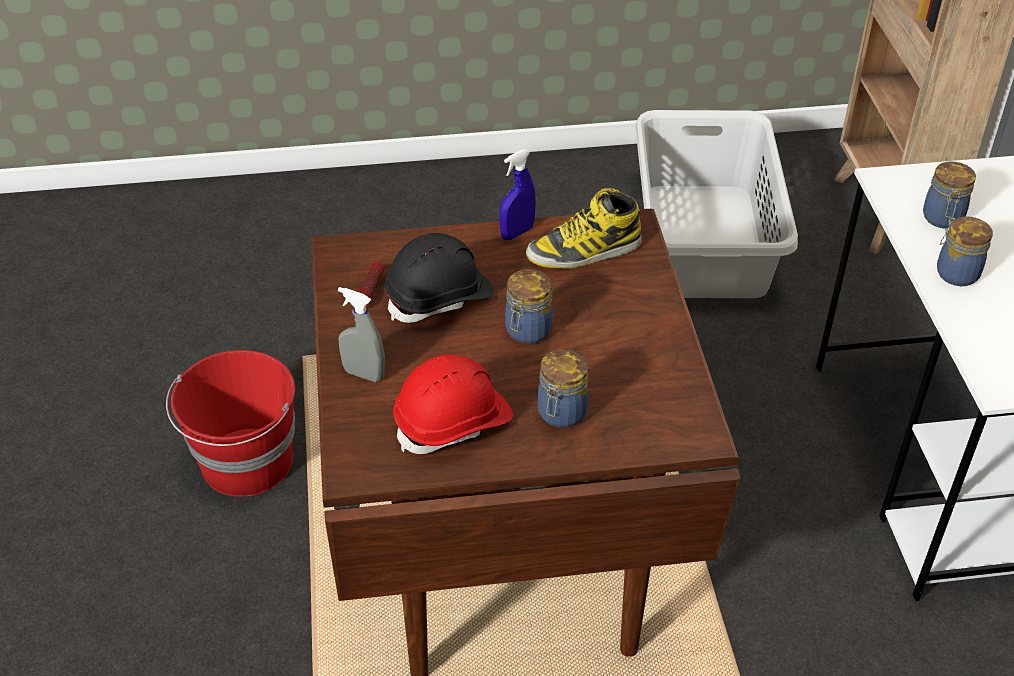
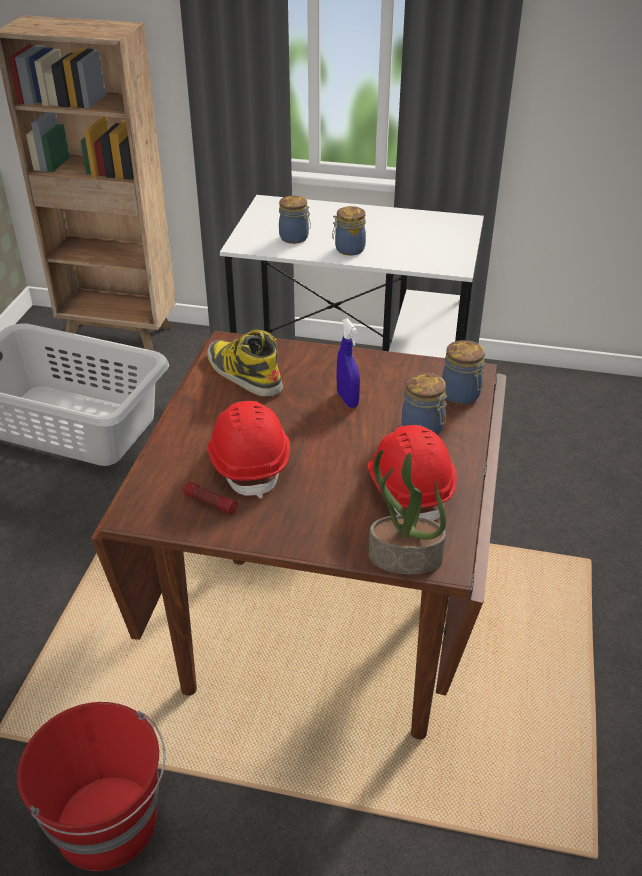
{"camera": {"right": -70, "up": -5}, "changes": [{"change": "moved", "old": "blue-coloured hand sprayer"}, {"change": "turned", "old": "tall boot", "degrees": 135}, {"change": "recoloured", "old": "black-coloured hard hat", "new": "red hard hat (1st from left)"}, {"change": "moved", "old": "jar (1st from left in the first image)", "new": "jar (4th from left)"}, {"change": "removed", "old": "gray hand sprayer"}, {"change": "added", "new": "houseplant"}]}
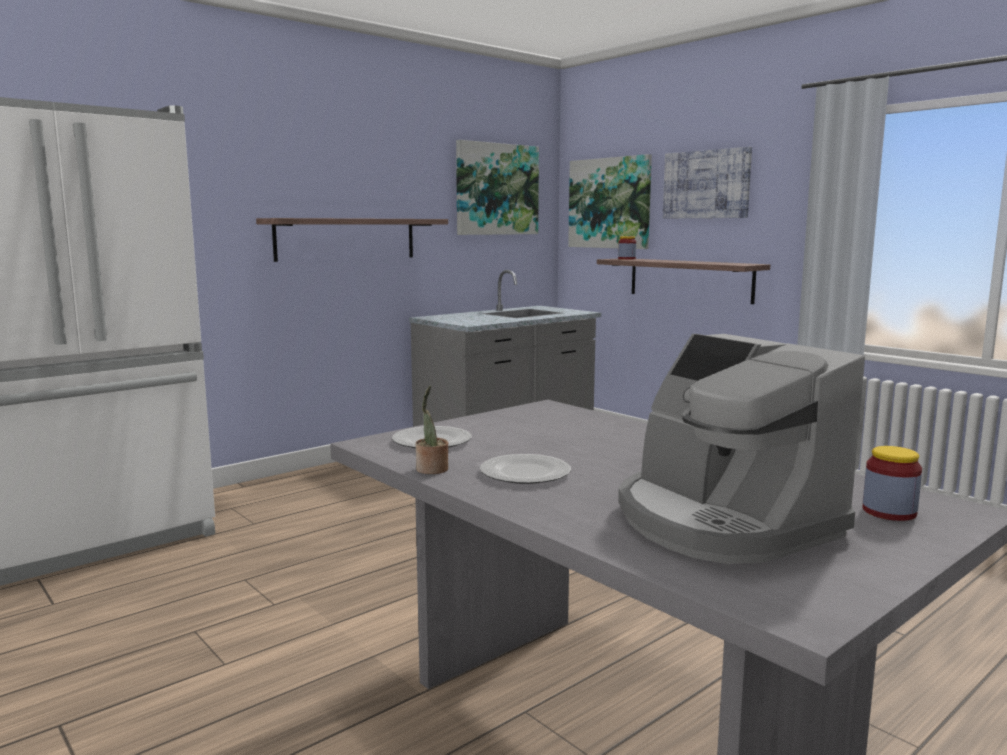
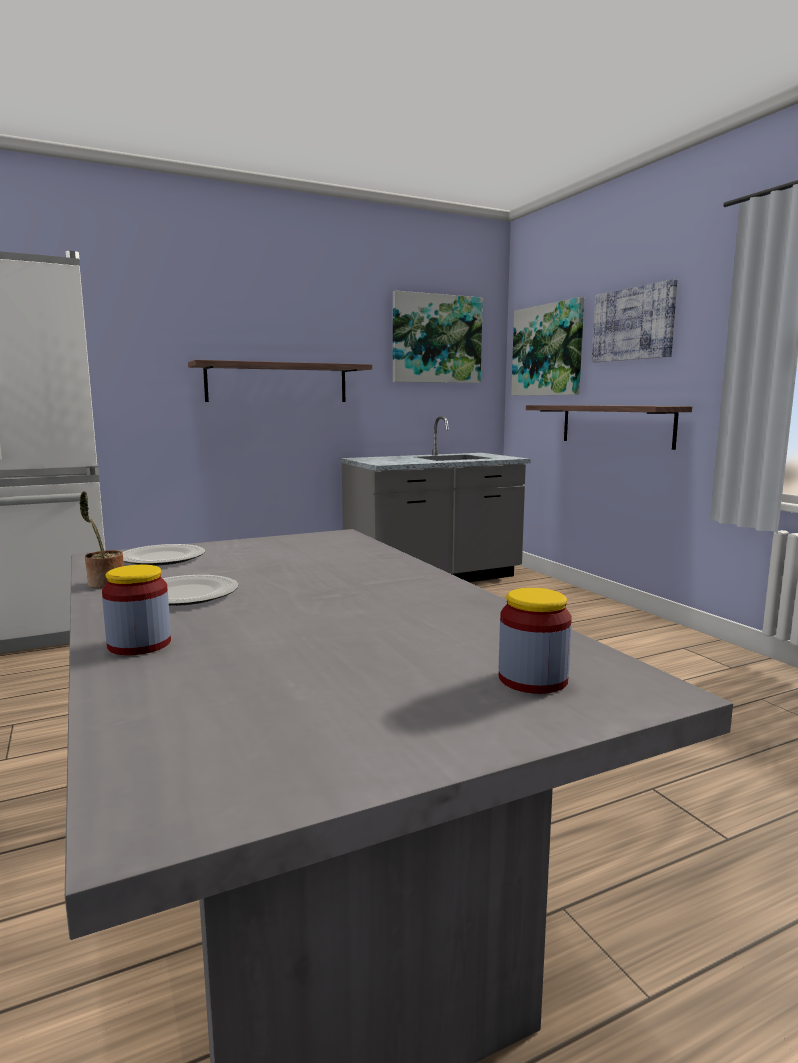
{"camera": {"right": 15, "up": 0}, "changes": [{"change": "moved", "old": "jar (1st from left)"}, {"change": "removed", "old": "coffee maker"}]}
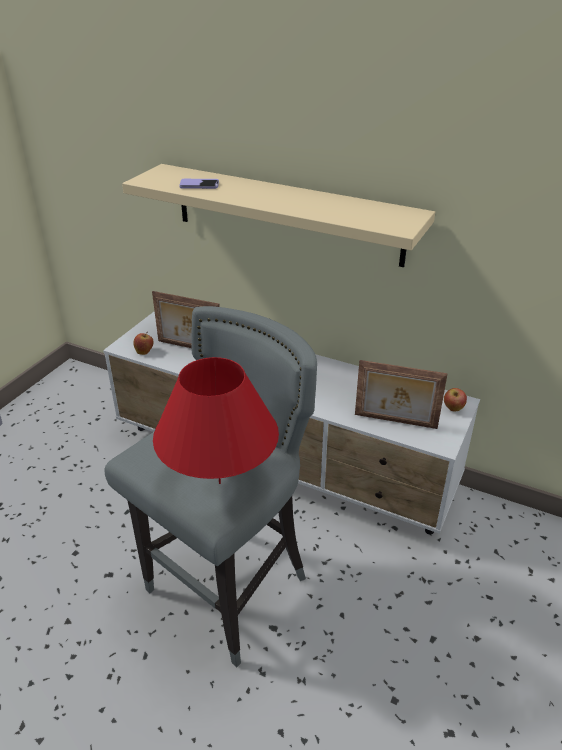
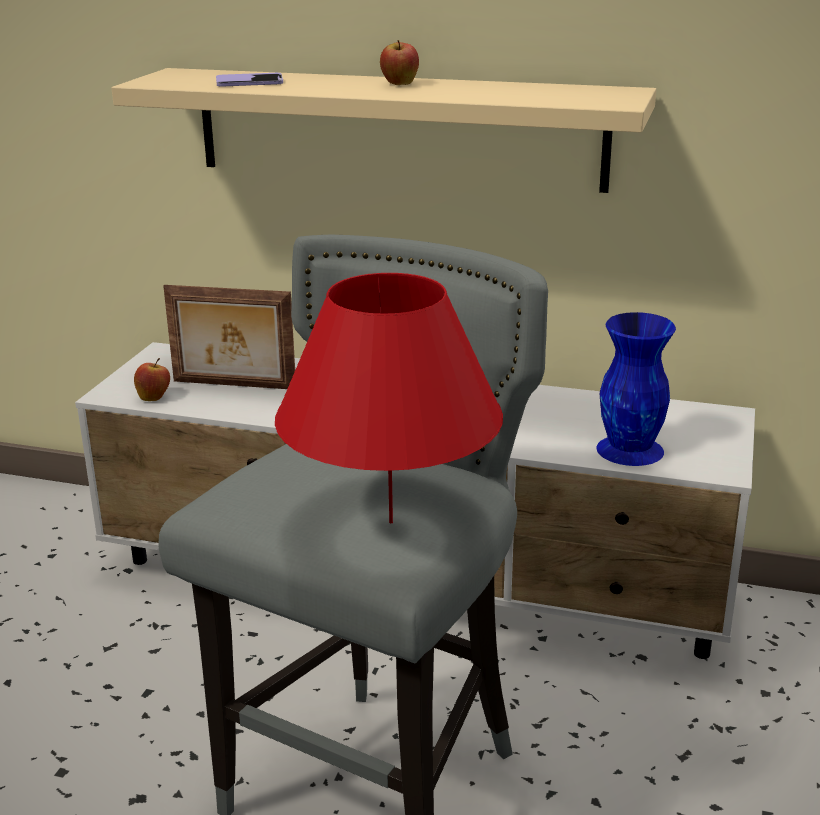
{"camera": {"right": -10, "up": -10}, "changes": [{"change": "replaced", "old": "photo frame (2nd from left)", "new": "blue-coloured vase"}, {"change": "moved", "old": "whole apple (2nd from left)"}]}
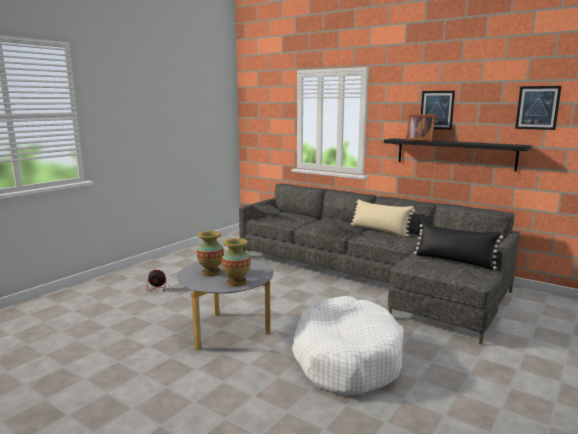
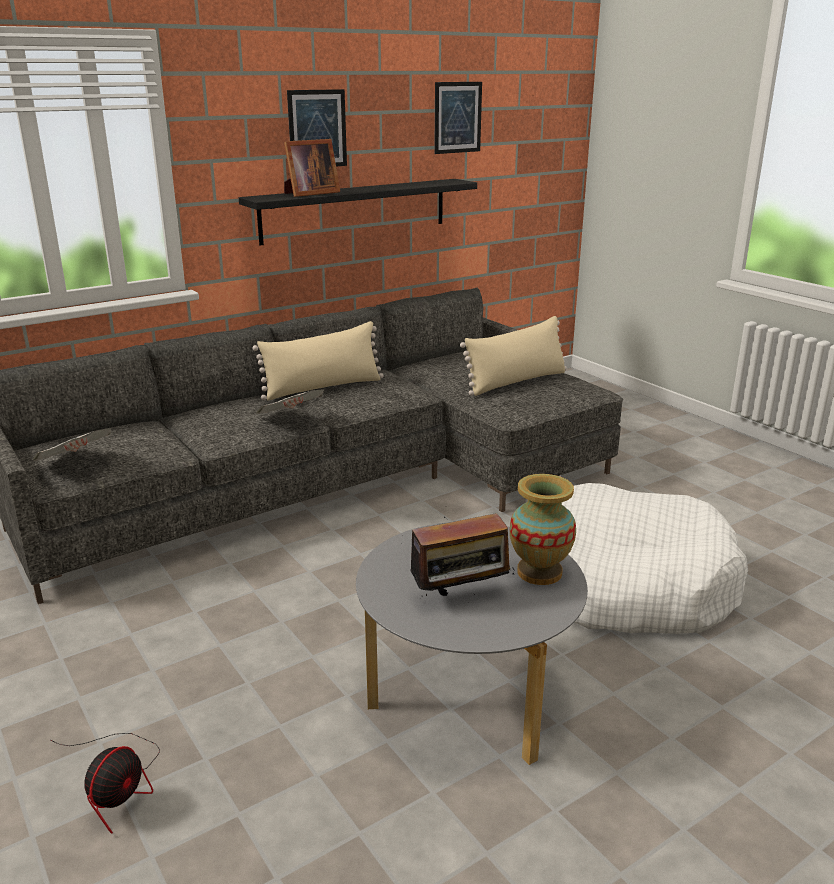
{"camera": {"right": -70, "up": 10}, "changes": [{"change": "recoloured", "old": "black-coloured pillow", "new": "sand-coloured pillow (2nd from left)"}, {"change": "replaced", "old": "vase (1st from left)", "new": "radio set"}]}
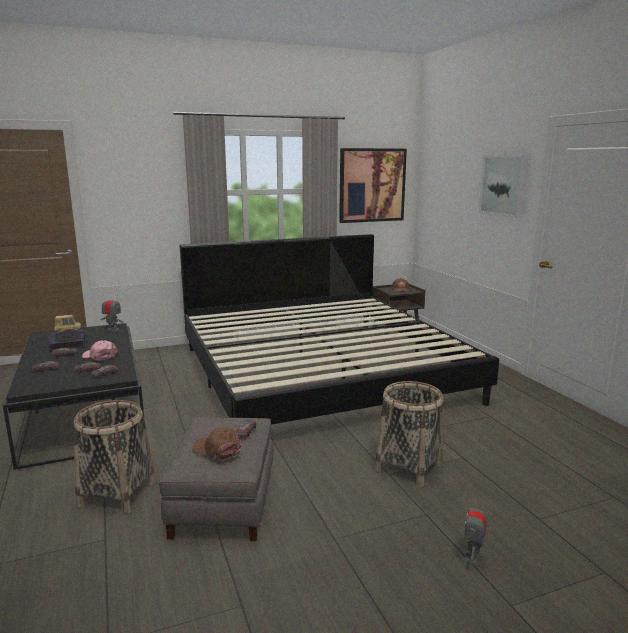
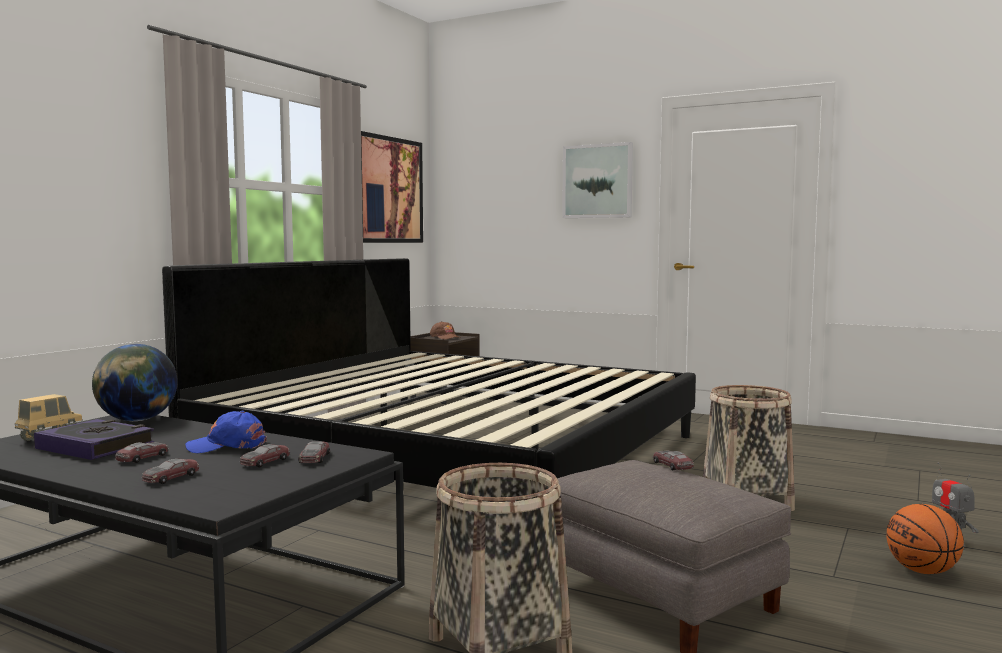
{"camera": {"right": -40, "up": -10}, "changes": [{"change": "replaced", "old": "toy robot (1st from left)", "new": "globe"}, {"change": "recoloured", "old": "pink-coloured cap", "new": "blue-coloured cap"}, {"change": "removed", "old": "brownish cap (1st from left)"}, {"change": "added", "new": "basketball ball"}]}
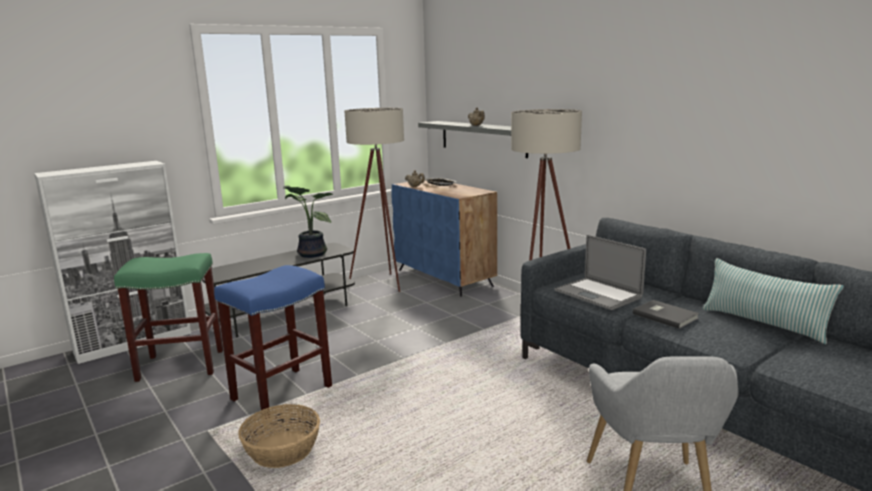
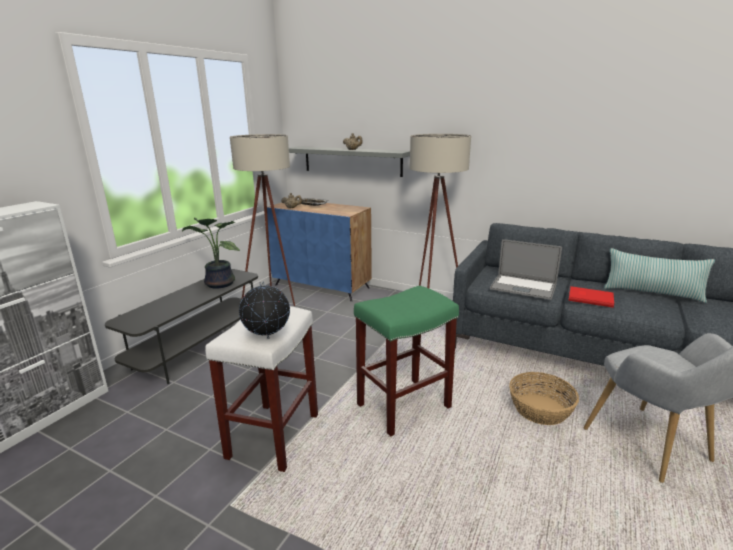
{"camera": {"right": -25, "up": 5}, "changes": [{"change": "moved", "old": "green-coloured sitting stool"}, {"change": "recoloured", "old": "blue-coloured sitting stool", "new": "white sitting stool"}, {"change": "recoloured", "old": "gray book", "new": "red book"}, {"change": "moved", "old": "basket"}, {"change": "added", "new": "globe"}]}
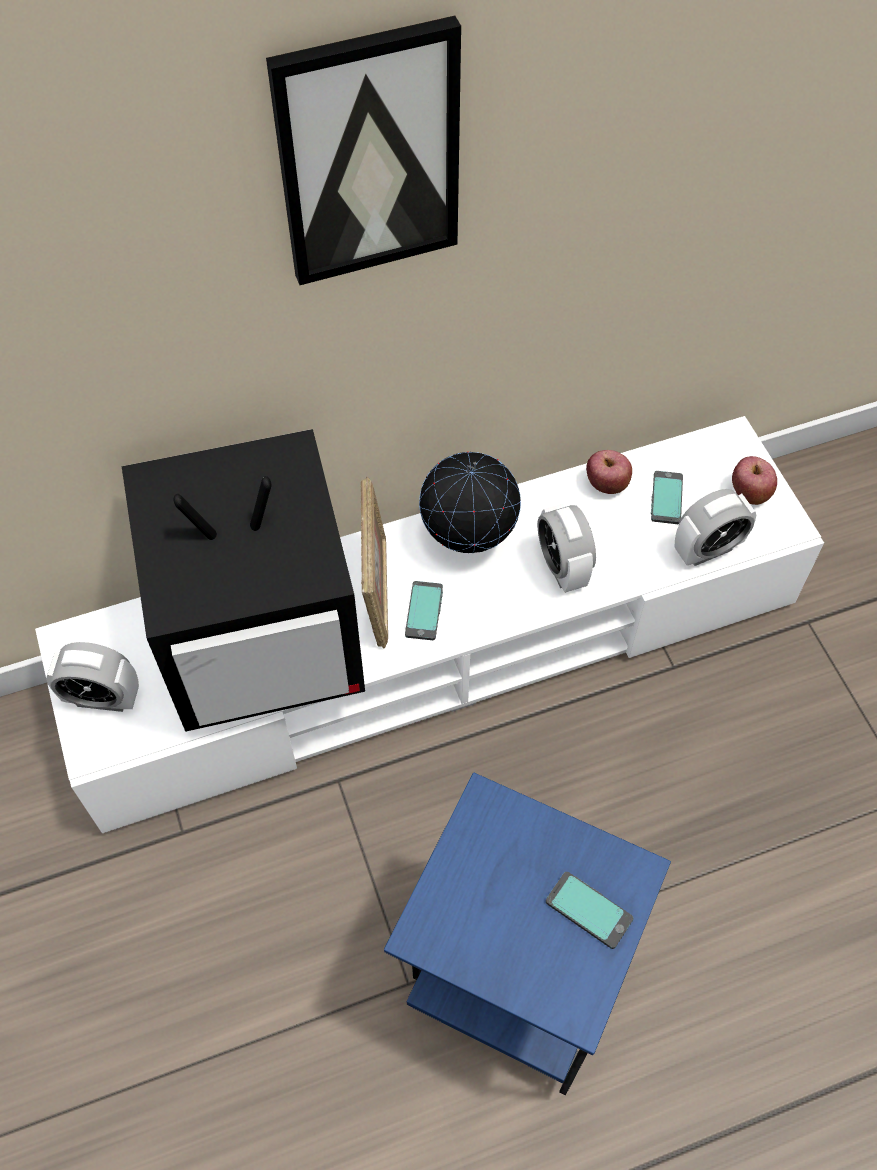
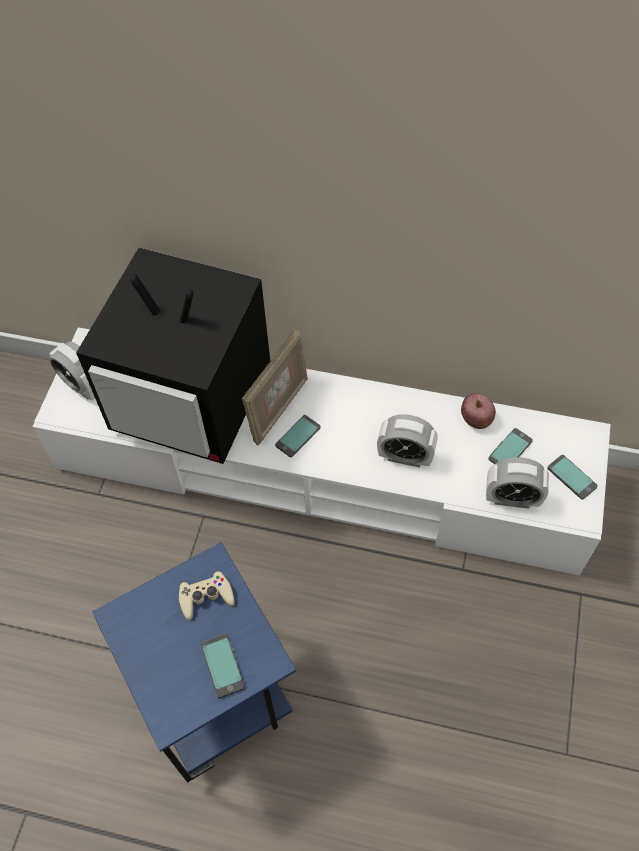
{"camera": {"right": 35, "up": 0}, "changes": [{"change": "removed", "old": "wall picture"}, {"change": "removed", "old": "globe"}, {"change": "replaced", "old": "whole apple (2nd from left)", "new": "telephone (4th from left)"}, {"change": "turned", "old": "bedside clock (2nd from left)", "degrees": -90}, {"change": "added", "new": "sand-coloured game controller"}]}
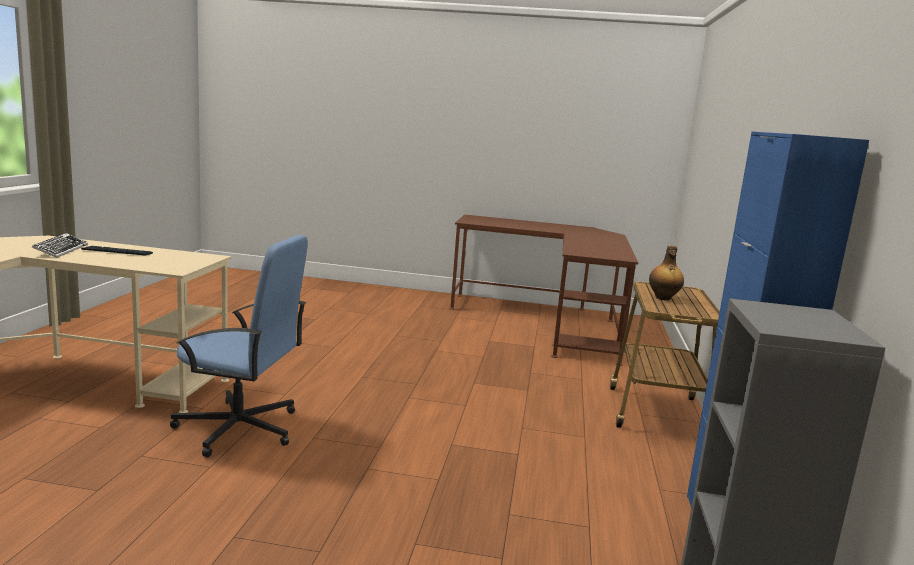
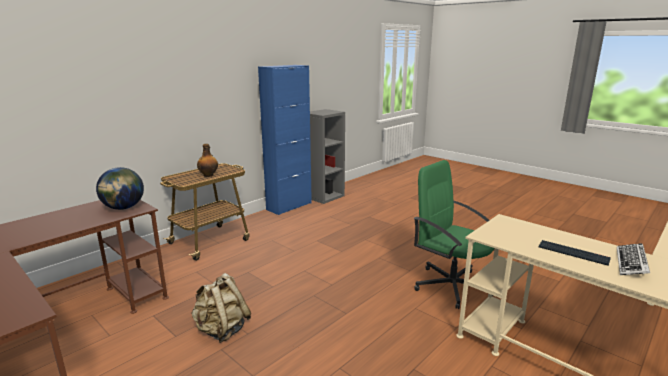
{"camera": {"right": -145, "up": 5}, "changes": [{"change": "recoloured", "old": "blue-coloured office chair", "new": "green-coloured office chair"}, {"change": "added", "new": "globe"}, {"change": "added", "new": "sand-coloured knapsack"}]}
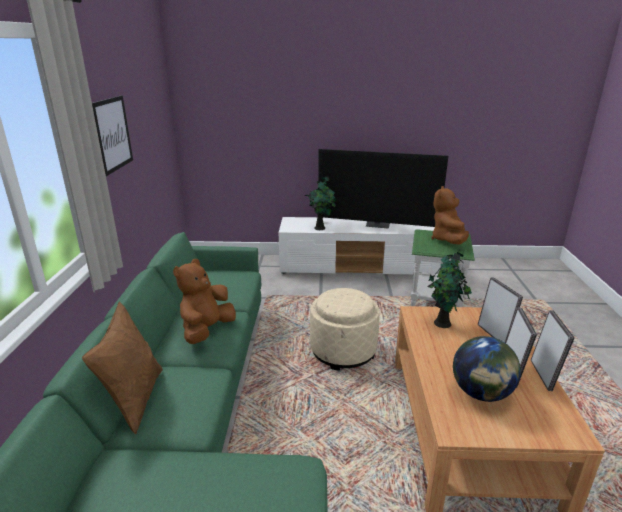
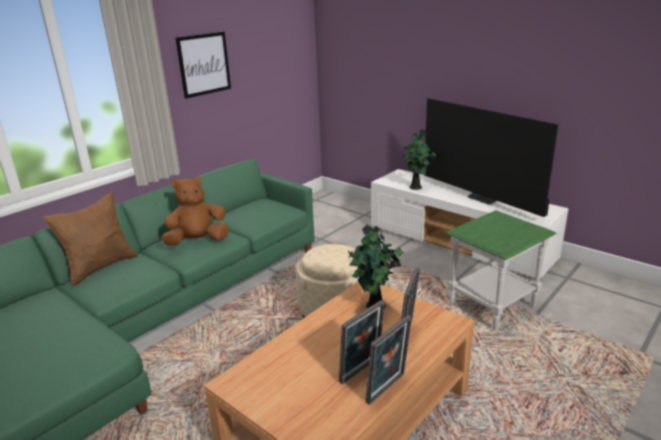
{"camera": {"right": 40, "up": 0}, "changes": [{"change": "removed", "old": "brownish soft toy (2nd from left)"}, {"change": "removed", "old": "globe"}]}
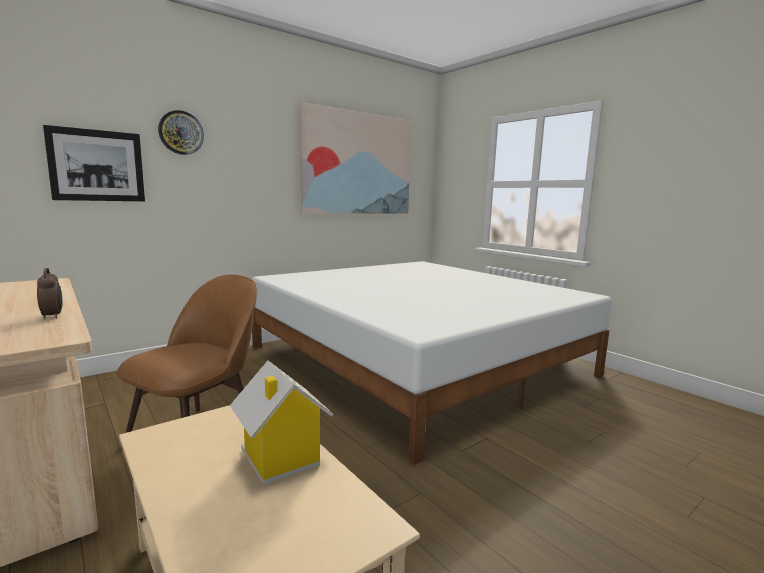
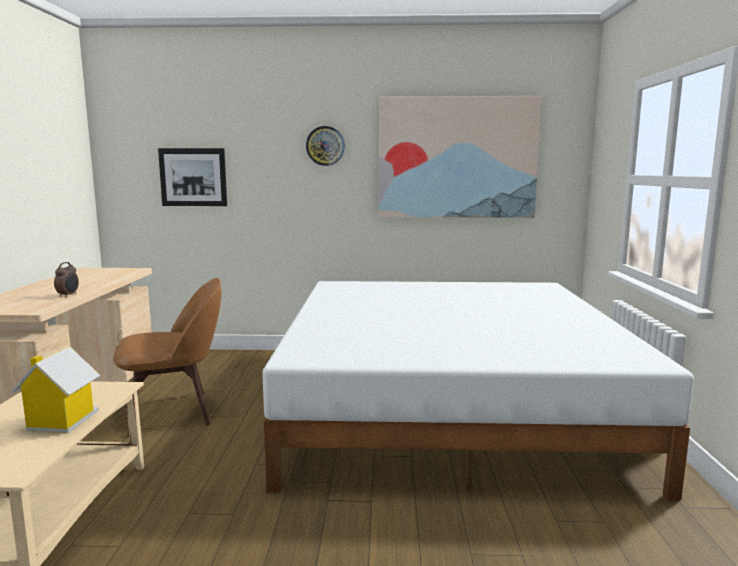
{"camera": {"right": 40, "up": 0}, "changes": [{"change": "moved", "old": "hanging clock"}]}
